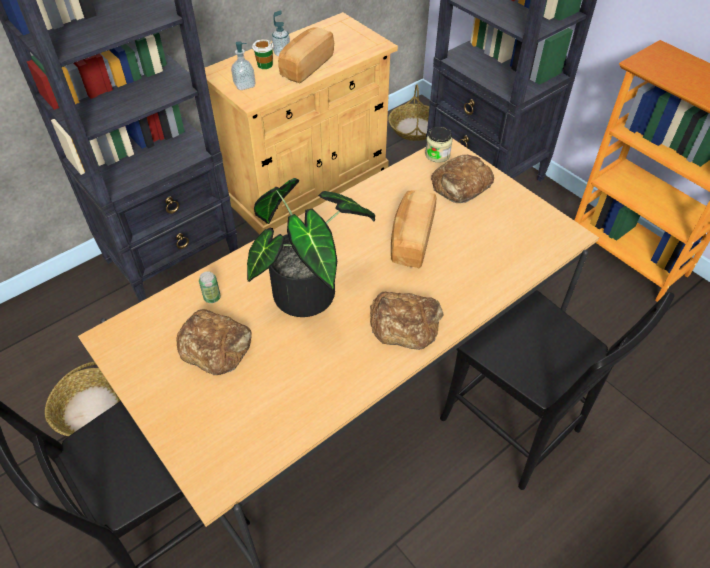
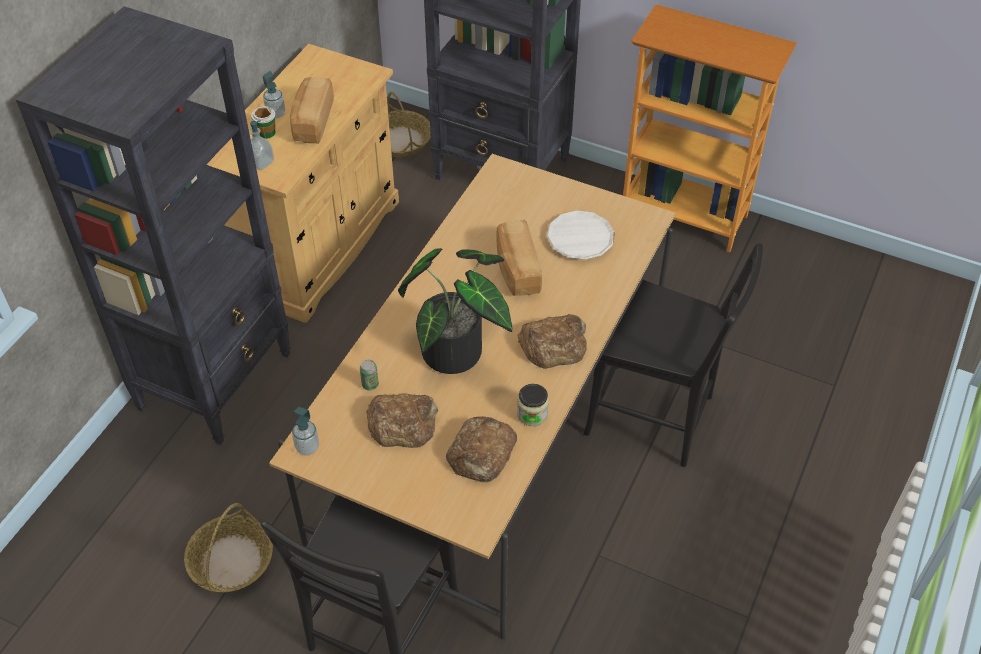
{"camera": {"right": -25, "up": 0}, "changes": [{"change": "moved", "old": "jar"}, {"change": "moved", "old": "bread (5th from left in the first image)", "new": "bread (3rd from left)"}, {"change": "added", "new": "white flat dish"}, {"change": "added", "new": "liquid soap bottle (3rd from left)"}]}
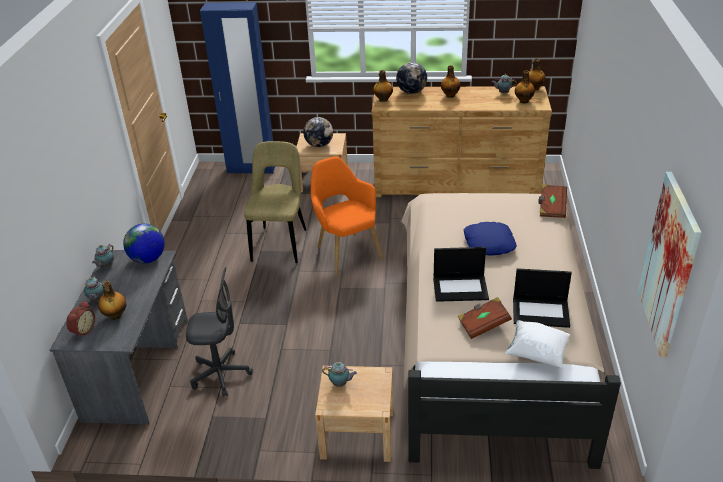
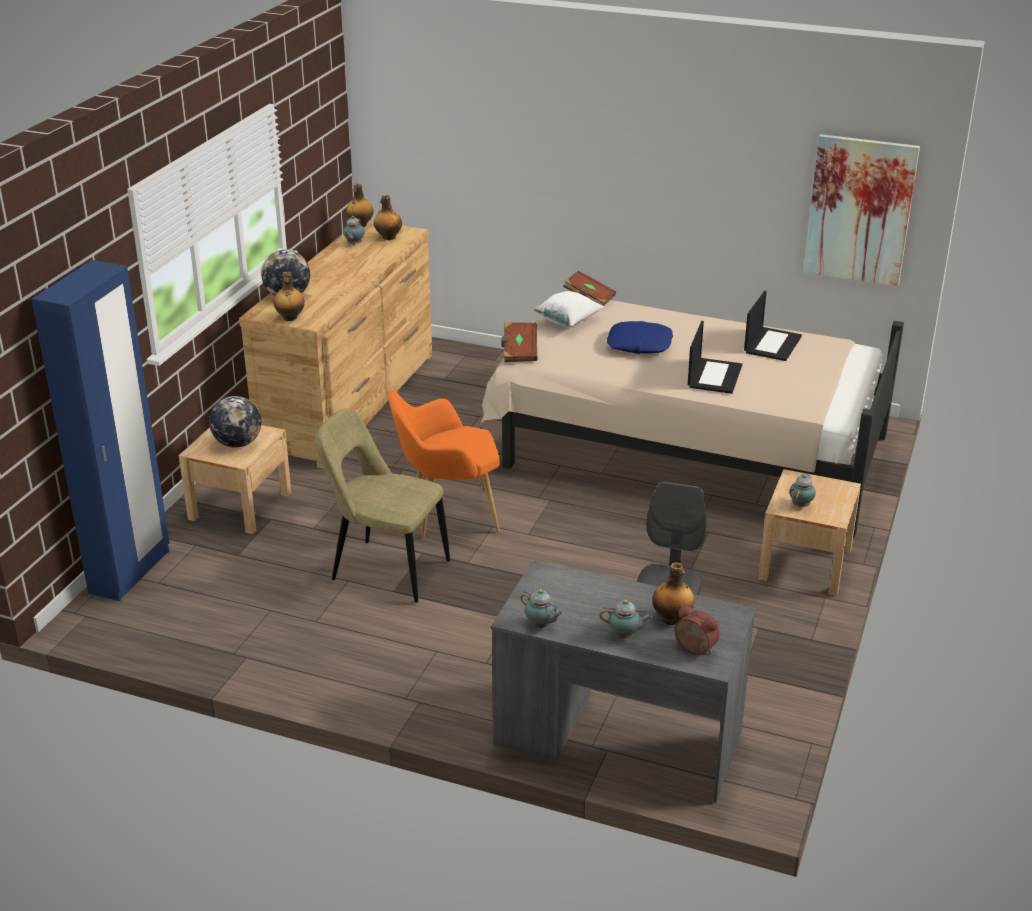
{"camera": {"right": -75, "up": -5}, "changes": [{"change": "removed", "old": "beverage bottle (3rd from left)"}, {"change": "removed", "old": "globe (1st from left)"}, {"change": "moved", "old": "brownish book (1st from left)"}, {"change": "moved", "old": "white pillow"}]}
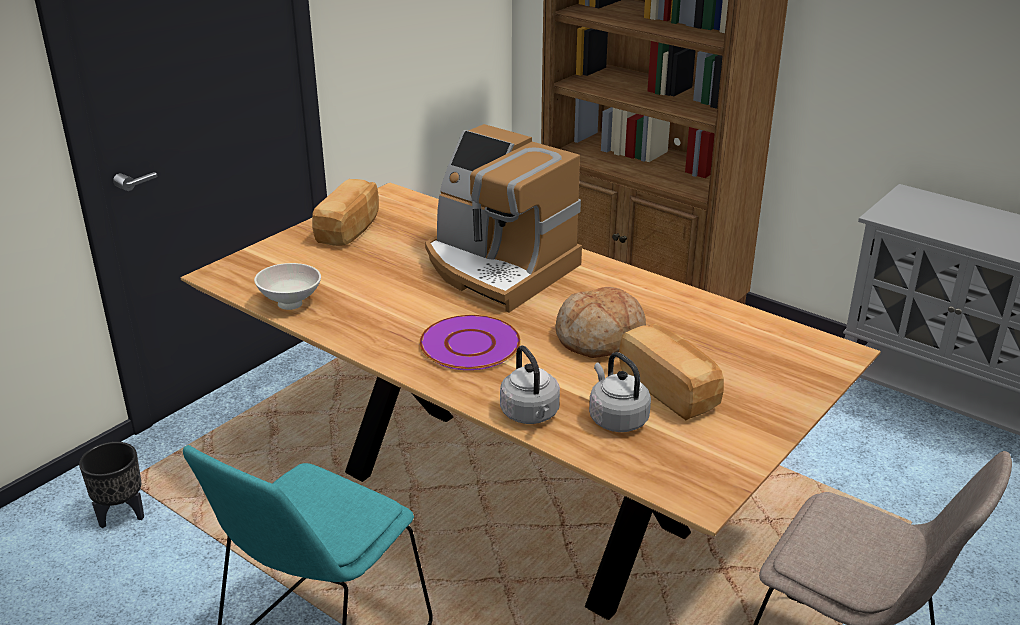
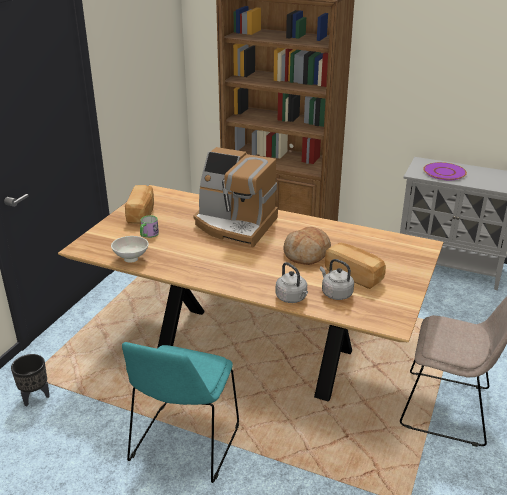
{"camera": {"right": -15, "up": 0}, "changes": [{"change": "moved", "old": "purple-coloured flat dish"}, {"change": "added", "new": "coffee mug"}]}
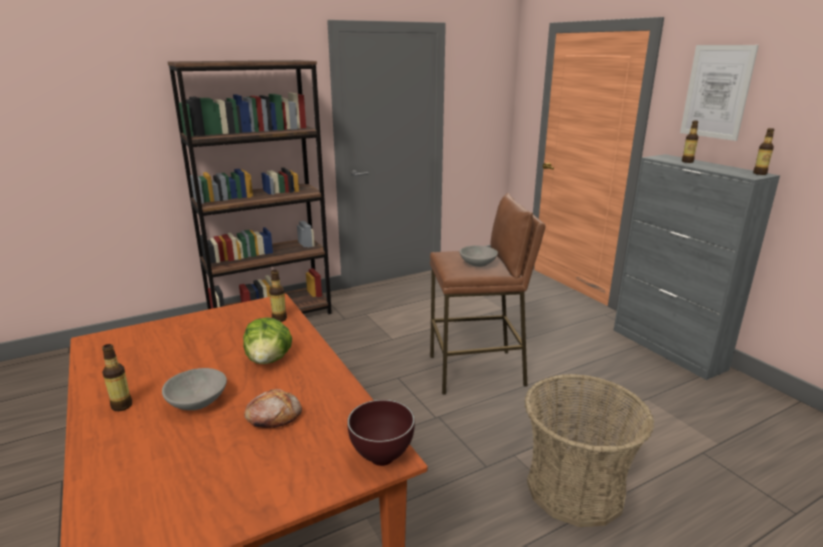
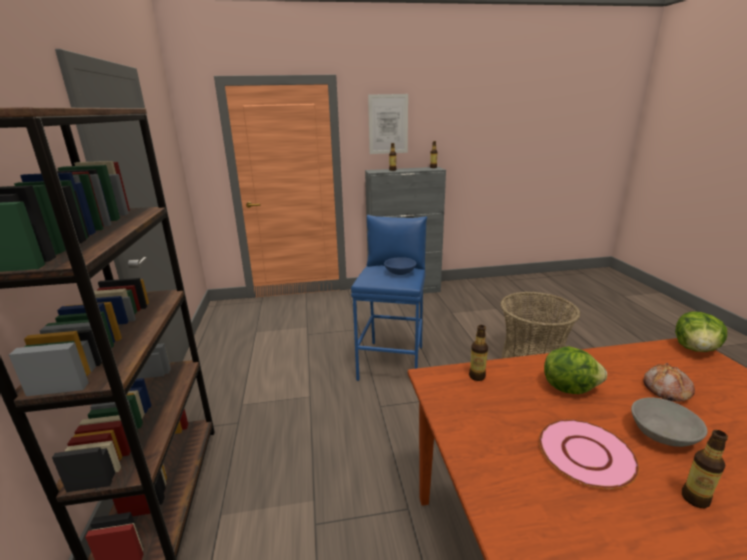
{"camera": {"right": -70, "up": 0}, "changes": [{"change": "recoloured", "old": "brownish sitting stool", "new": "blue-coloured sitting stool"}, {"change": "recoloured", "old": "gray serving bowl (2nd from left)", "new": "blue-coloured serving bowl"}, {"change": "replaced", "old": "brownish serving bowl", "new": "head of lettuce (2nd from left)"}, {"change": "added", "new": "pink-coloured flat dish"}]}
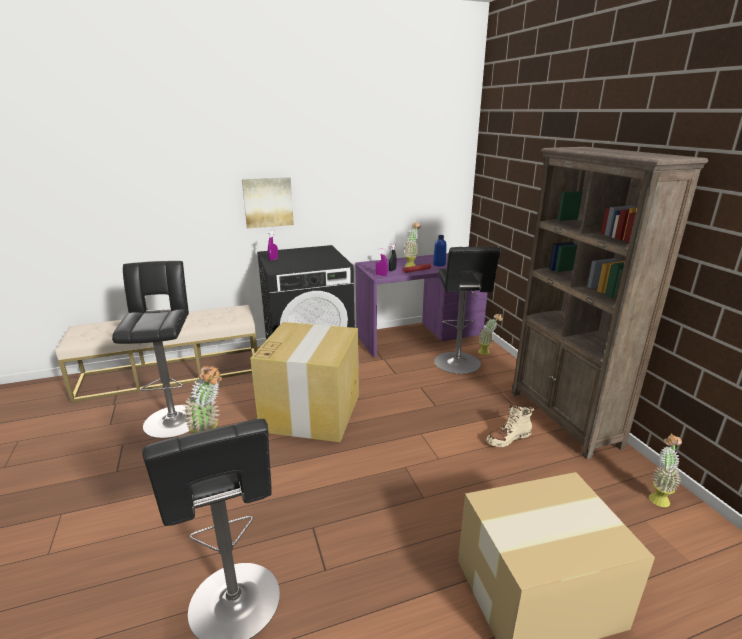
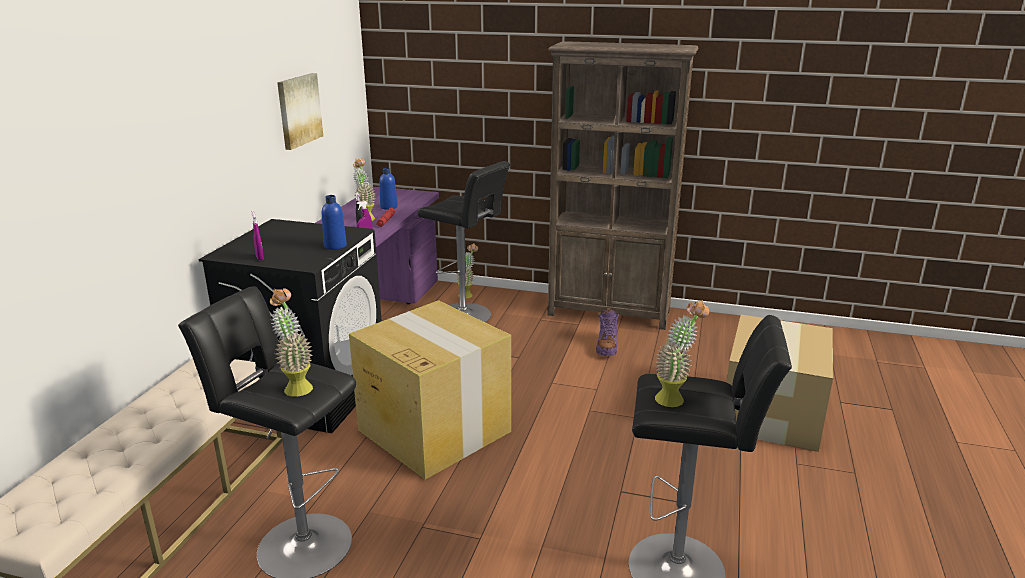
{"camera": {"right": -55, "up": 0}, "changes": [{"change": "moved", "old": "wall picture"}, {"change": "recoloured", "old": "sand-coloured tall boot", "new": "purple-coloured tall boot"}, {"change": "moved", "old": "houseplant (4th from left in the first image)", "new": "houseplant (1st from left)"}, {"change": "added", "new": "blue-coloured beverage bottle (1st from left)"}]}
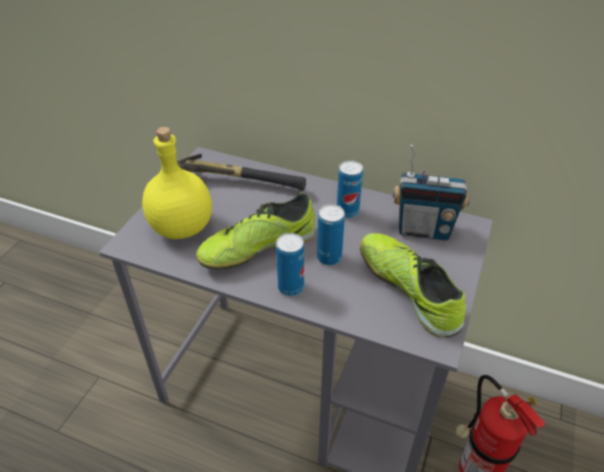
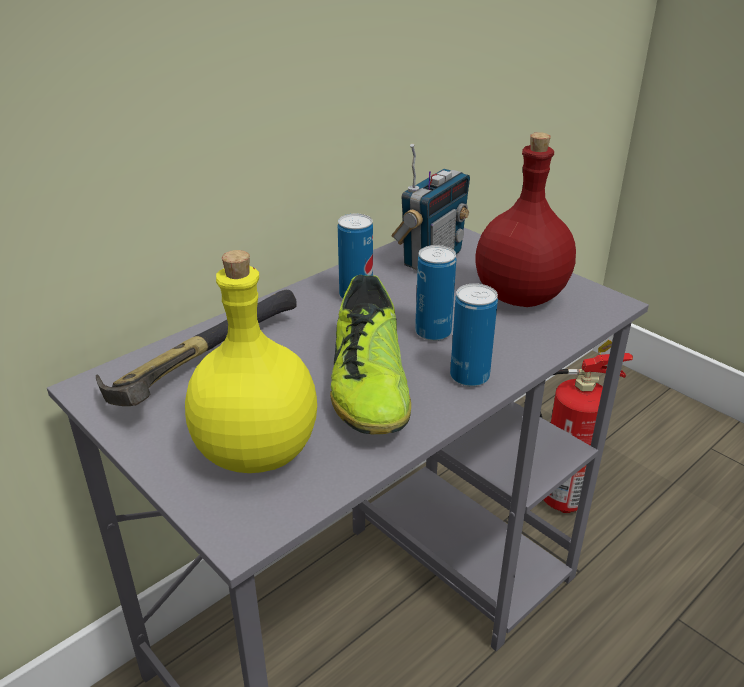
{"camera": {"right": -65, "up": -10}, "changes": [{"change": "replaced", "old": "shoe (2nd from left)", "new": "red beverage bottle"}]}
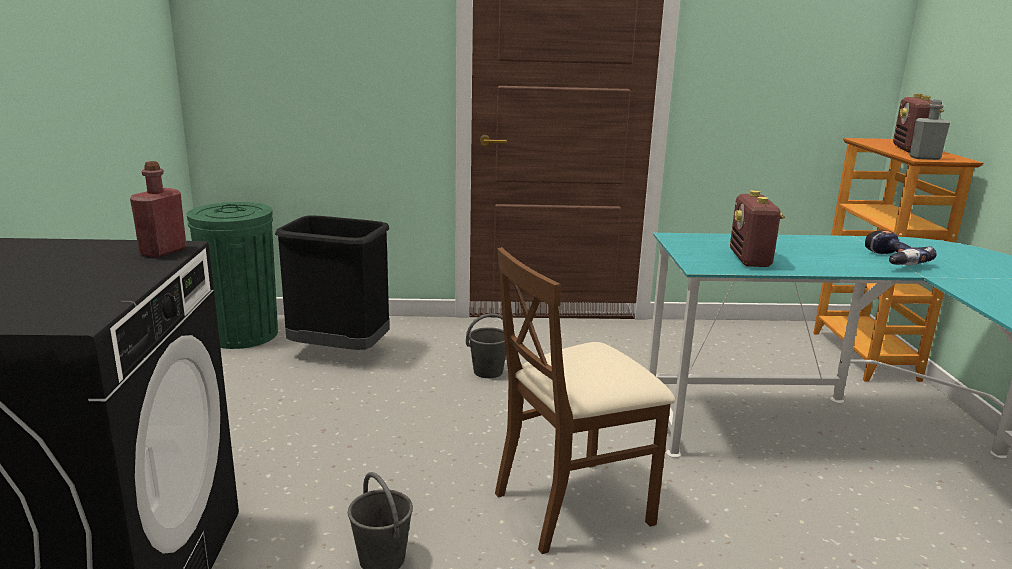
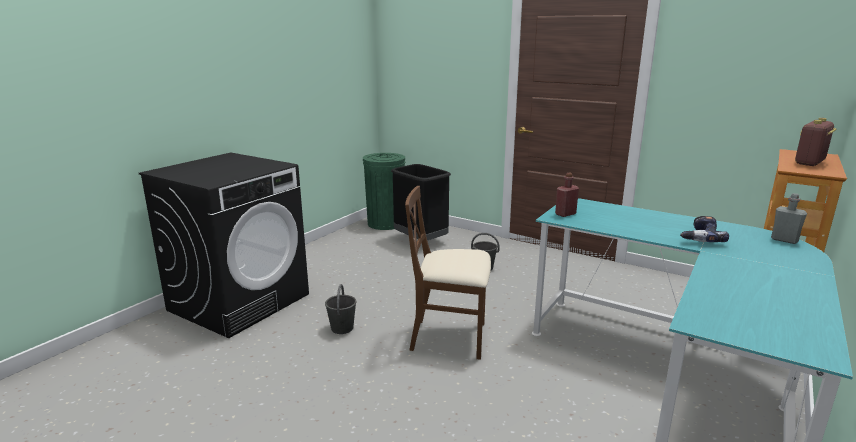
{"camera": {"right": 35, "up": 0}, "changes": [{"change": "moved", "old": "gray beverage bottle"}, {"change": "moved", "old": "red beverage bottle"}, {"change": "removed", "old": "radio set (1st from left)"}]}
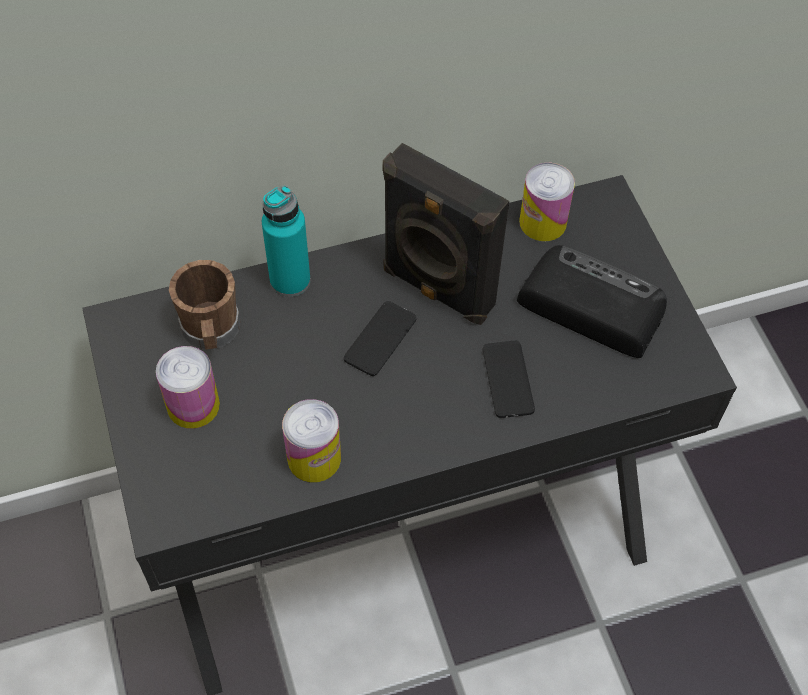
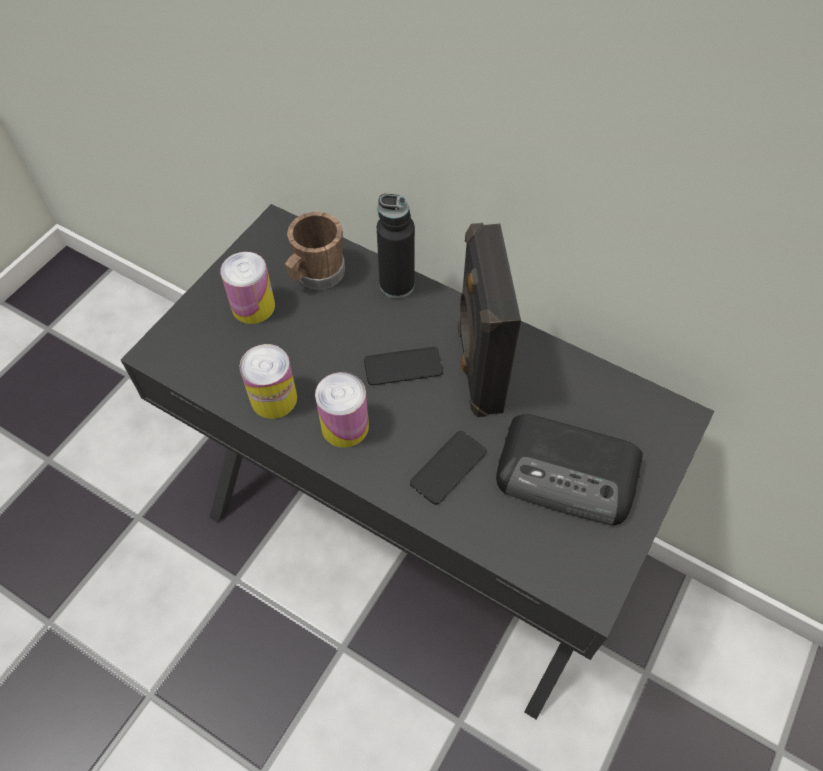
{"camera": {"right": 50, "up": 0}, "changes": [{"change": "moved", "old": "metal can (3rd from left)"}, {"change": "recoloured", "old": "turquoise beverage bottle", "new": "black-coloured beverage bottle"}, {"change": "turned", "old": "radio set", "degrees": 120}]}
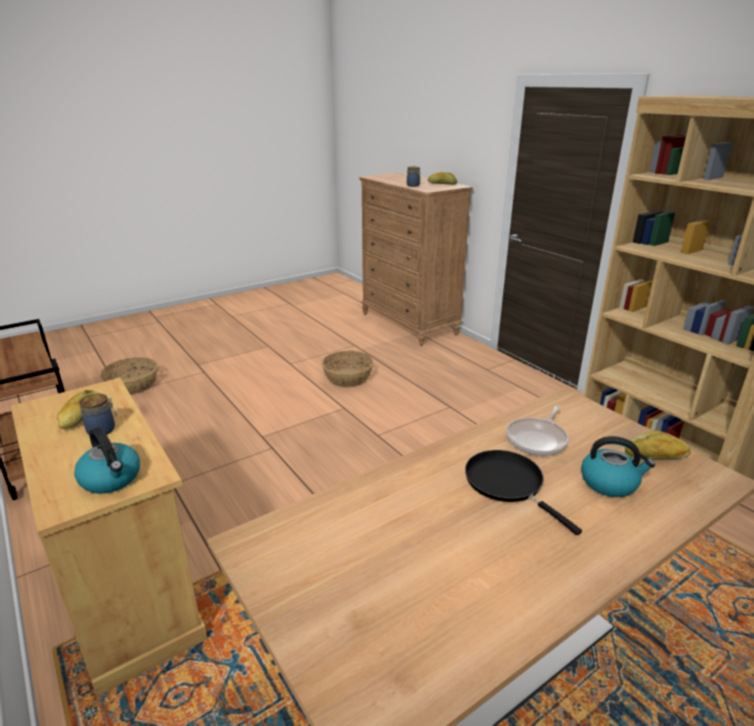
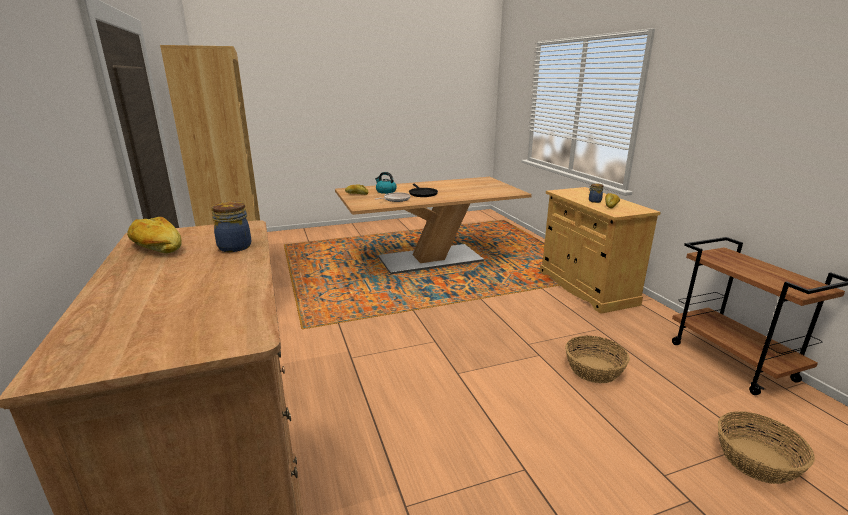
{"camera": {"right": -165, "up": -5}, "changes": [{"change": "moved", "old": "basket (2nd from left in the first image)", "new": "basket (1st from left)"}, {"change": "removed", "old": "water kettle (1st from left)"}]}
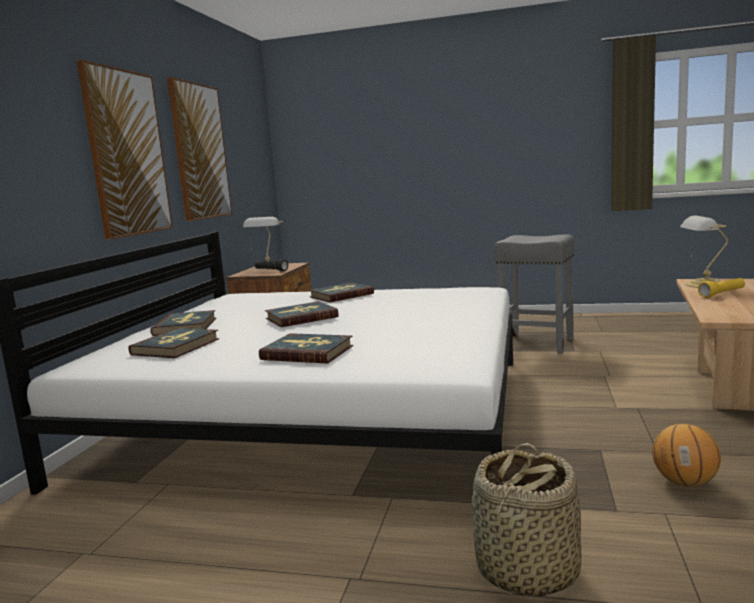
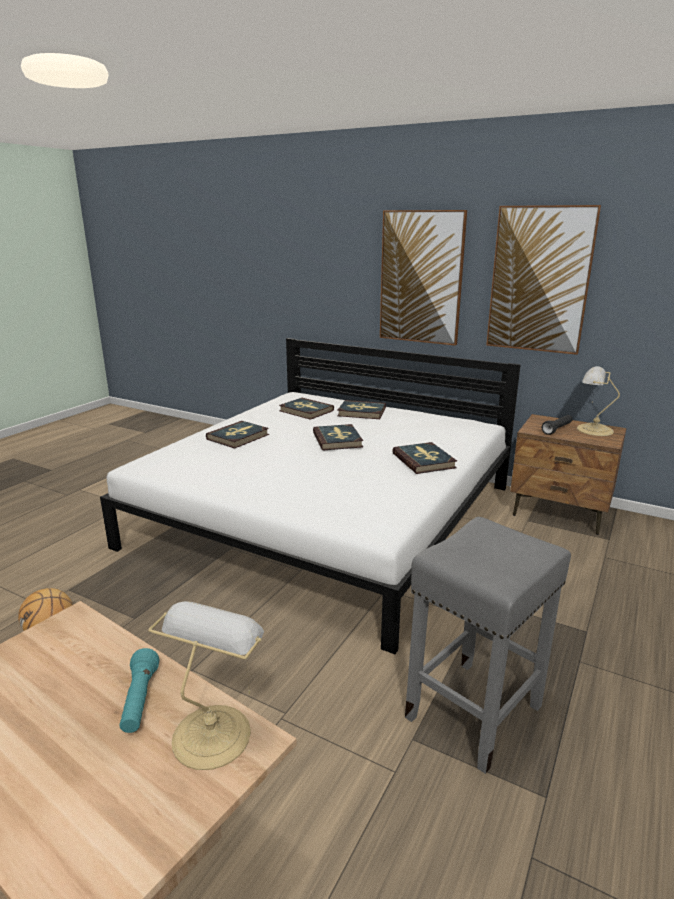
{"camera": {"right": 105, "up": 10}, "changes": [{"change": "recoloured", "old": "yellowish flashlight", "new": "turquoise flashlight"}, {"change": "removed", "old": "basket"}]}
